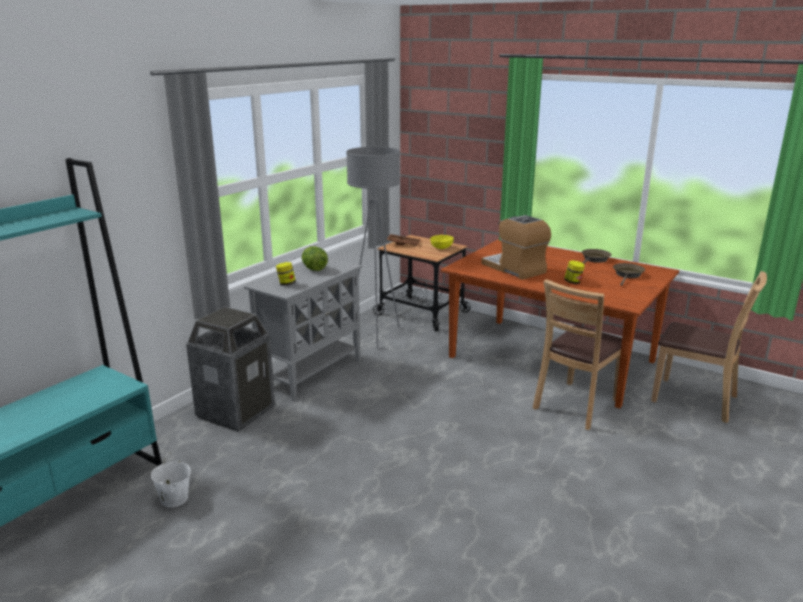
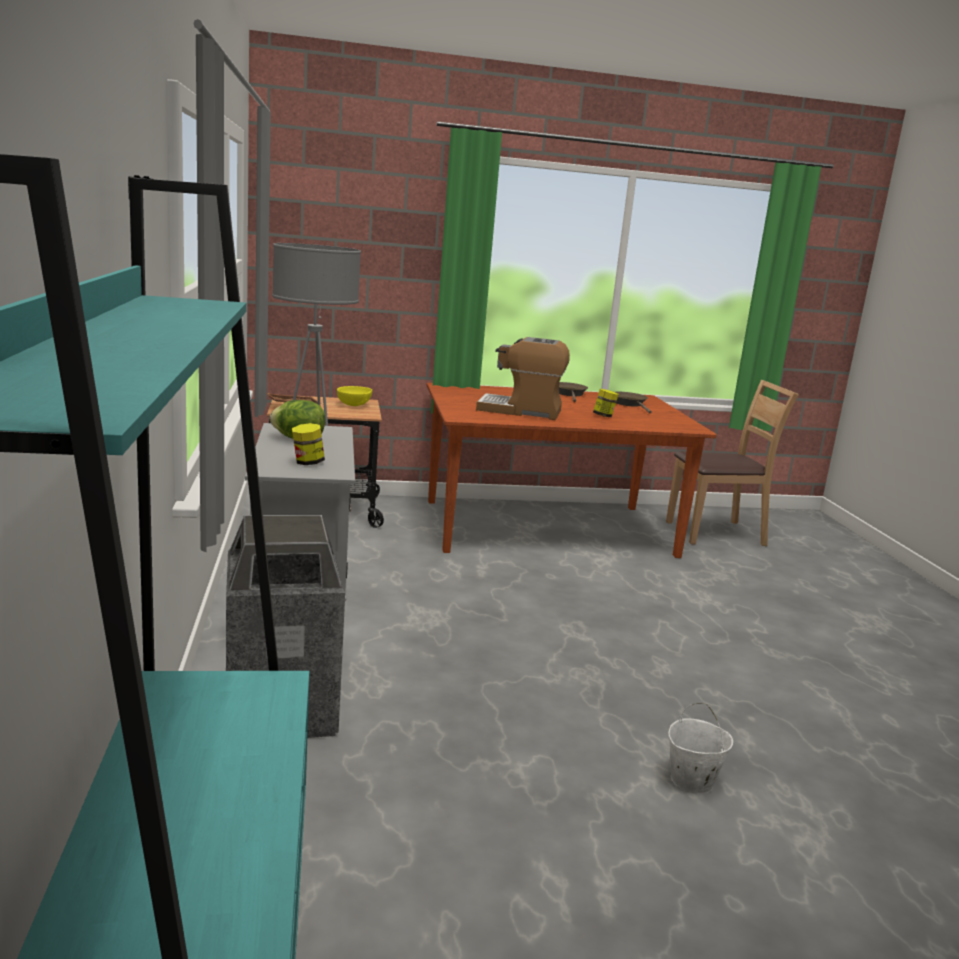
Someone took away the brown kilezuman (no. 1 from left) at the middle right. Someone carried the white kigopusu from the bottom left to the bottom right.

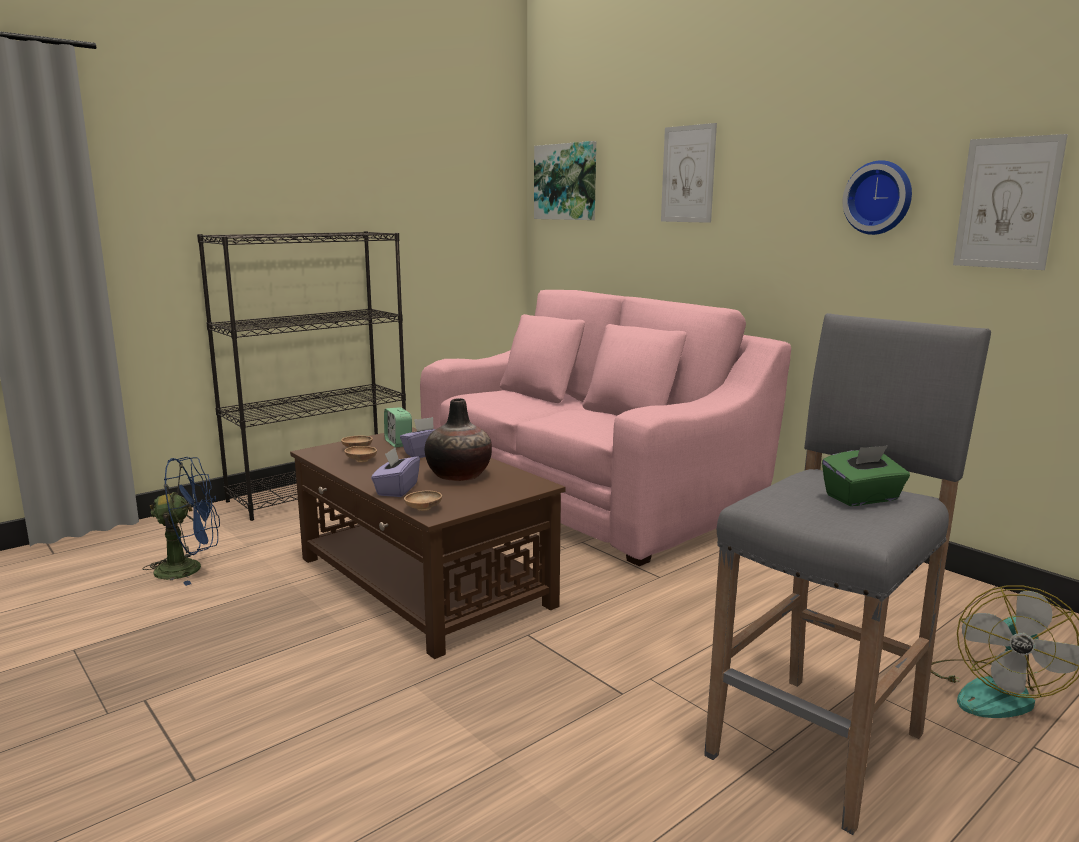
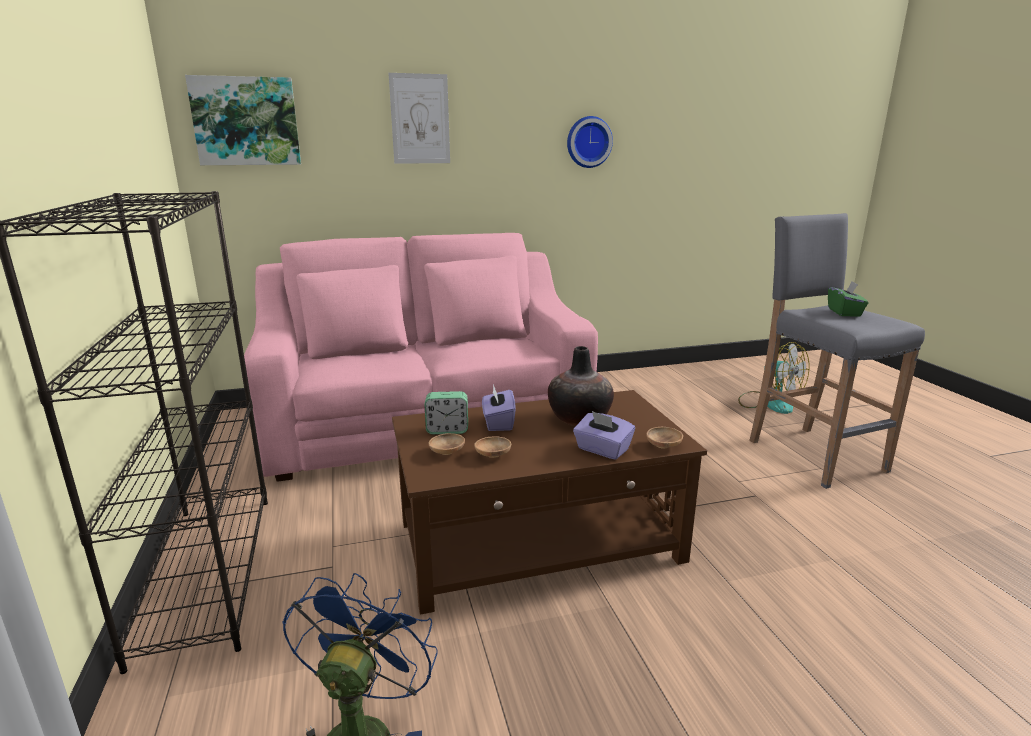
Someone took away the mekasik (no. 3 from left) at the top right.

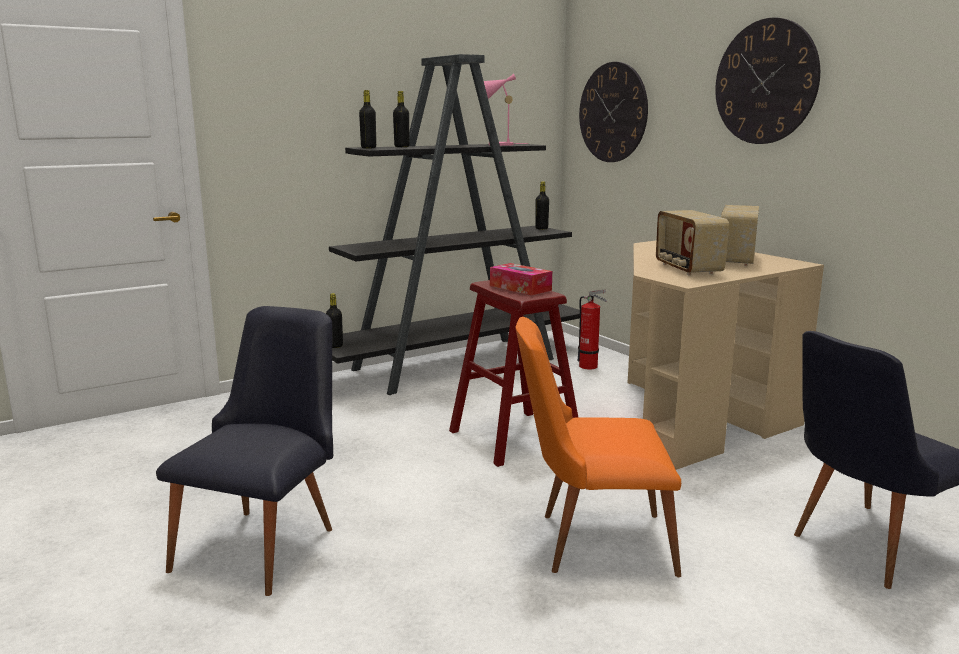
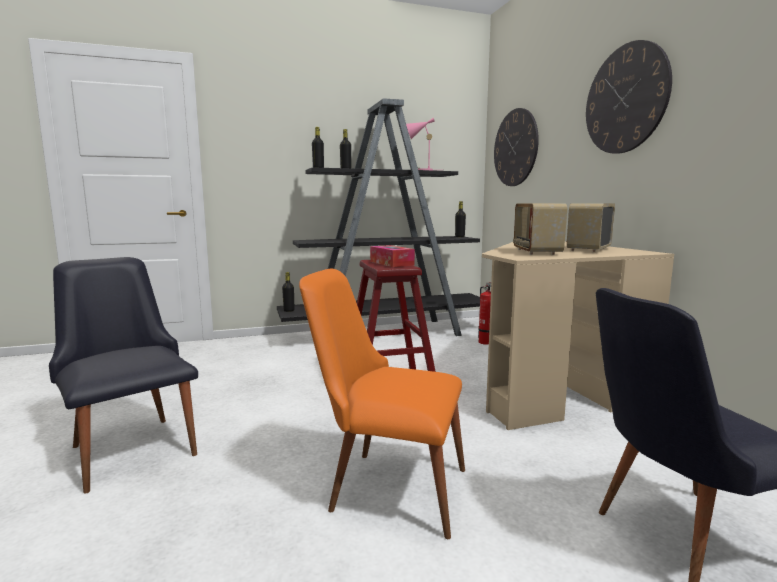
Someone rotated the black kilezuman (no. 1 from left) at the bottom left by 75 degrees counterclockwise.

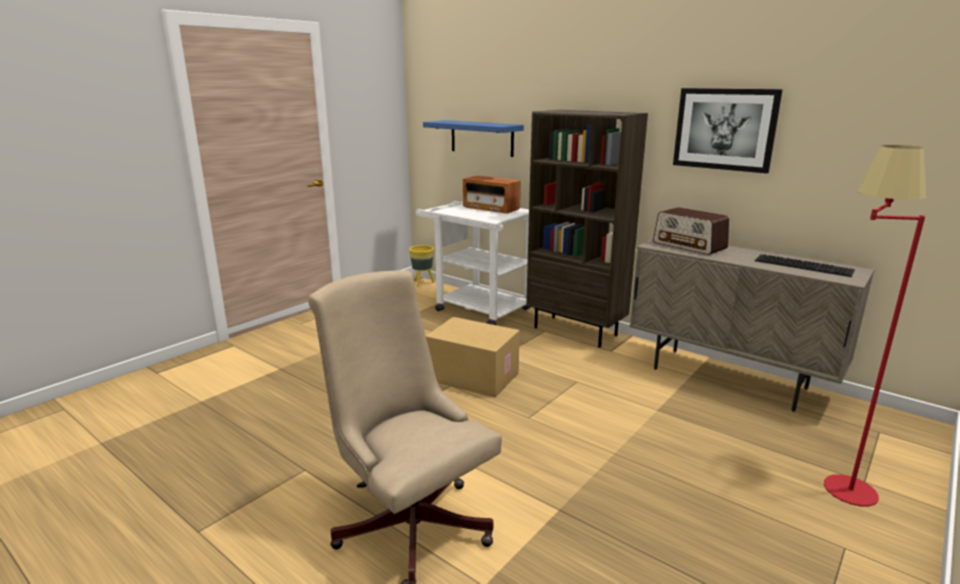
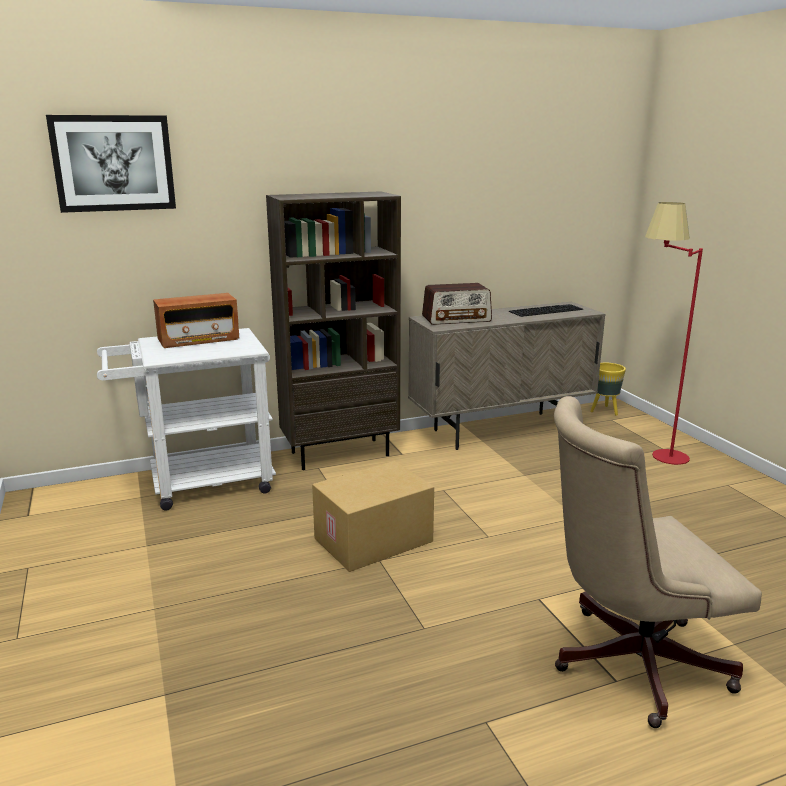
Someone carried the mekasik from the top right to the top left. Someone took away the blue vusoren at the top centre. Someone carried the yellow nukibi from the centre to the middle right.

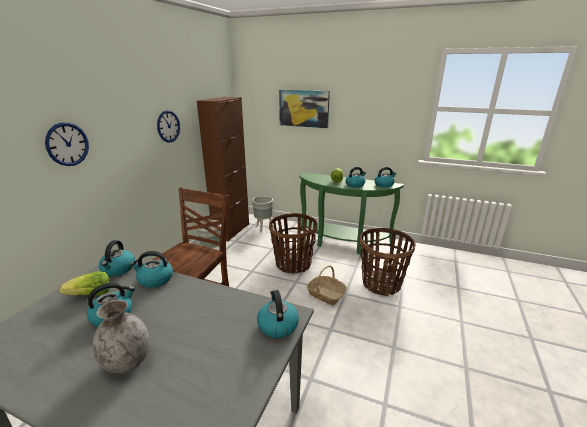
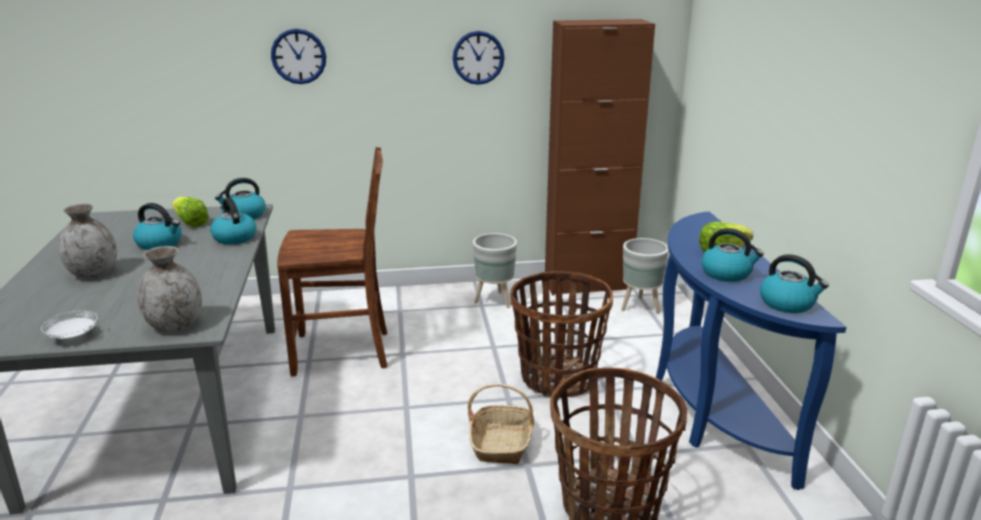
Someone took away the mekasik at the top centre. Someone repainted the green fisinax at the centre, which became the blue fisinax at the bottom right. Someone swapped the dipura (no. 4 from left) at the bottom centre for the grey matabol (no. 2 from left) at the middle left. Someone put down the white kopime at the middle left.

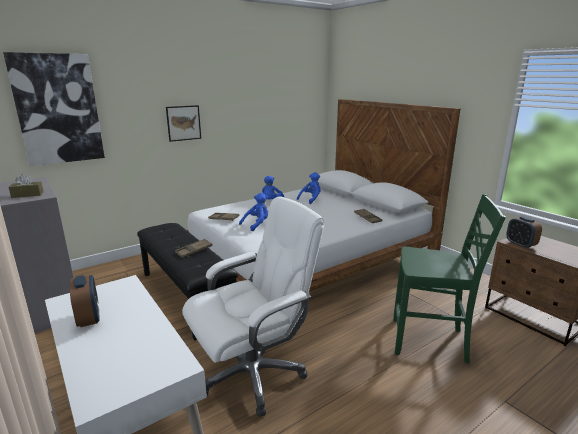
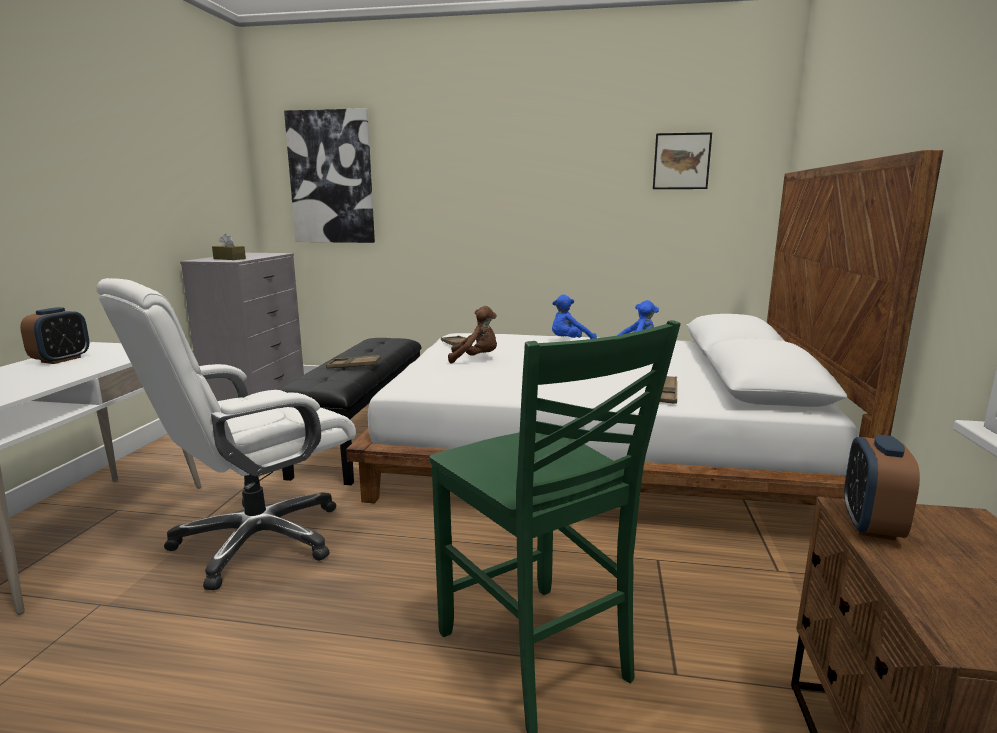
Someone carried the mekasik (no. 2 from left) from the top left to the top right. Someone repainted the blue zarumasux (no. 1 from left) at the centre, which became the brown zarumasux at the centre. Someone rotated the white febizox at the bottom centre by 120 degrees clockwise.

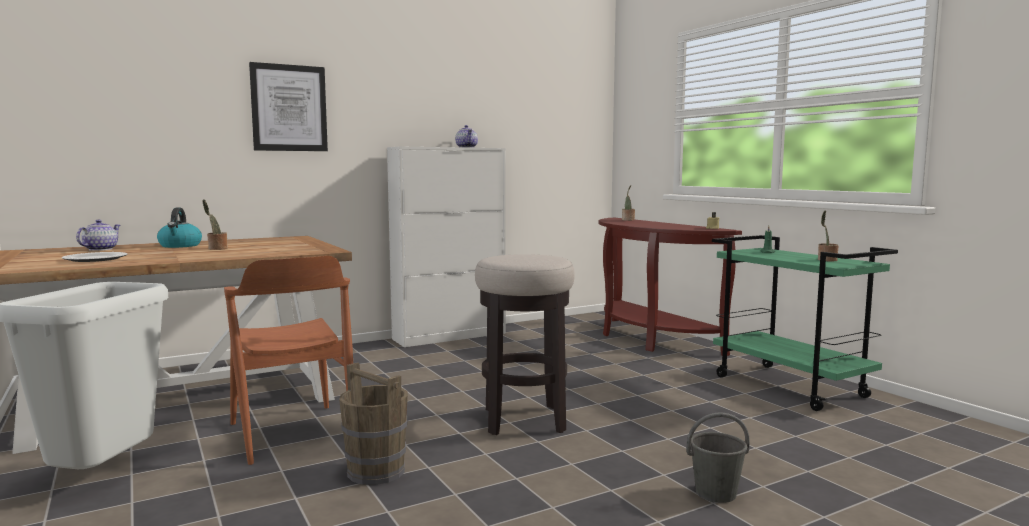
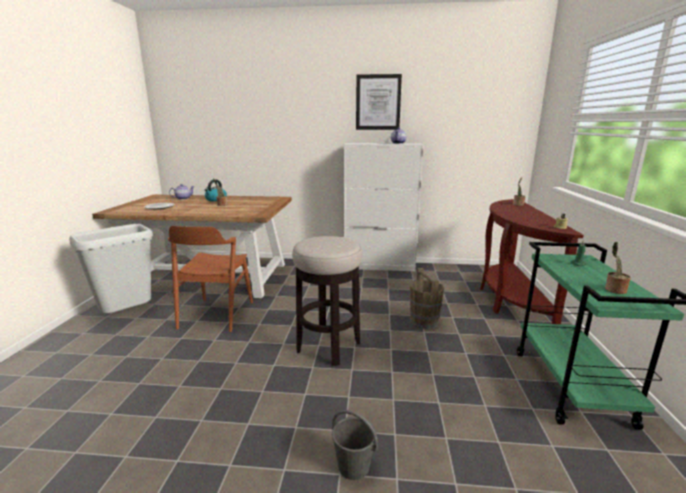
Someone carried the mekasik from the top left to the top centre. Someone carried the brown kigopusu from the bottom centre to the centre.

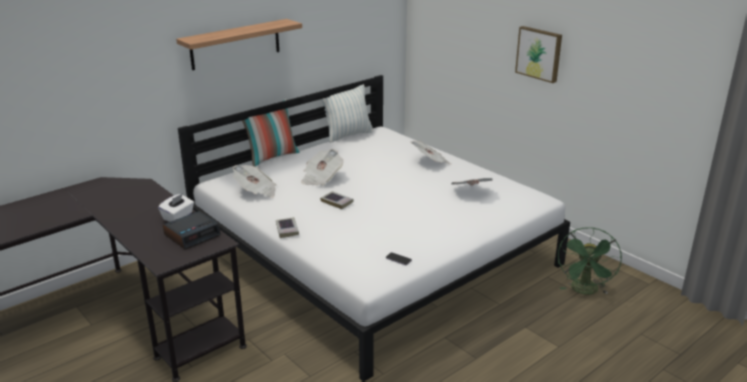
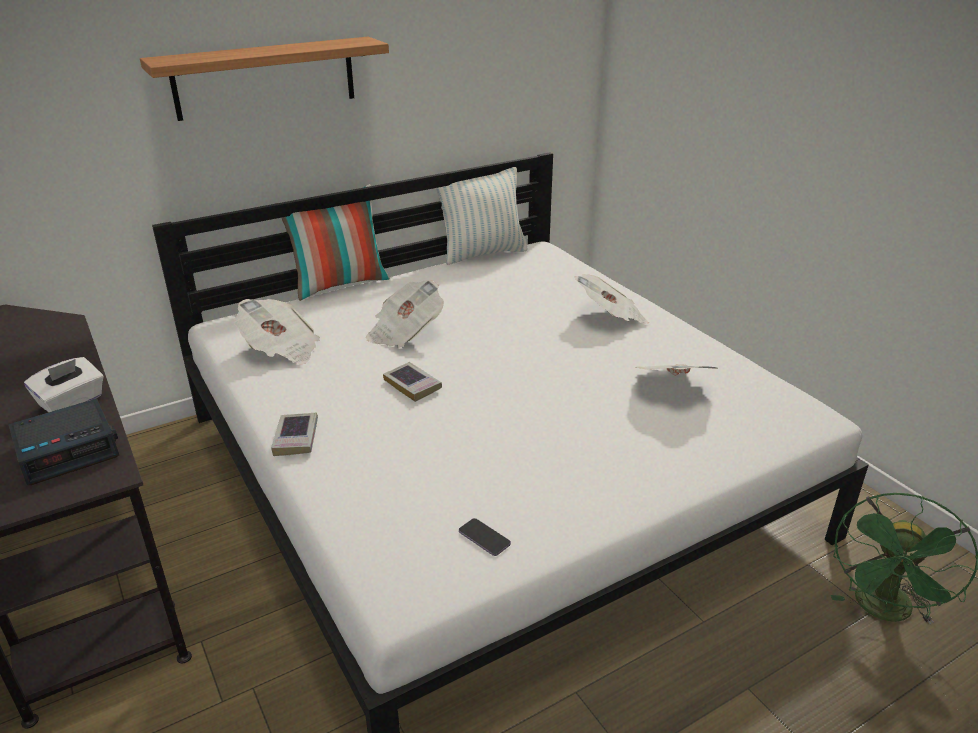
Someone took away the mekasik at the top right.

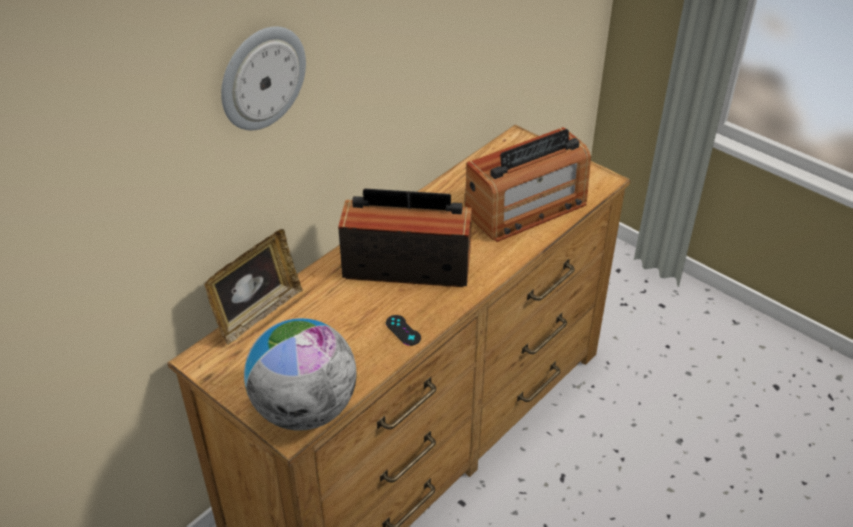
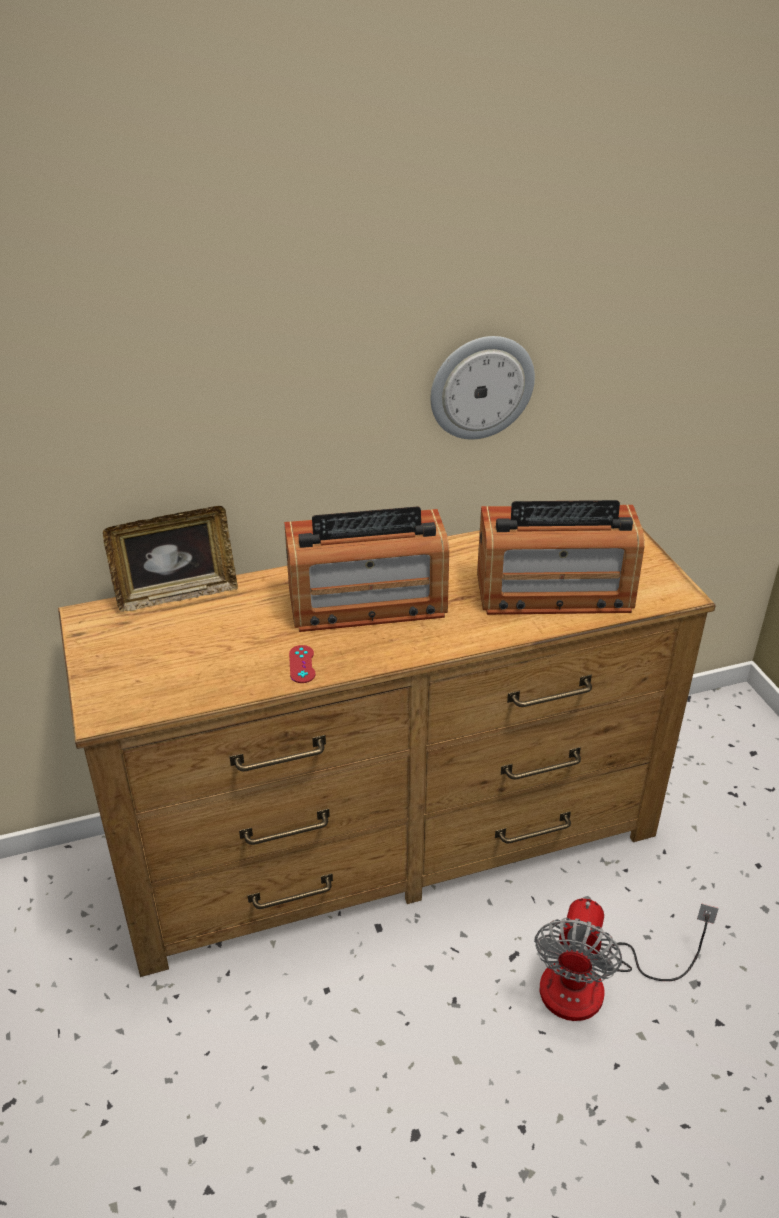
Someone carried the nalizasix from the top left to the top centre. Someone rotated the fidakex (no. 1 from left) at the centre by 135 degrees clockwise. Someone repainted the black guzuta at the centre, which became the red guzuta at the centre. Someone took away the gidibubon at the bottom centre. Someone put down the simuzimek at the bottom right.

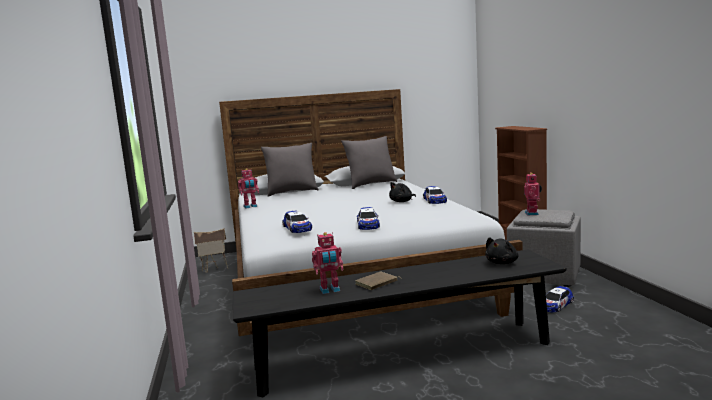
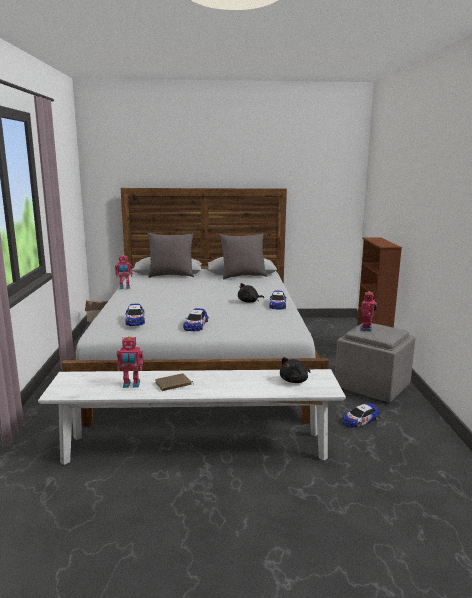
Someone repainted the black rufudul at the bottom centre, which became the white rufudul at the bottom centre.

